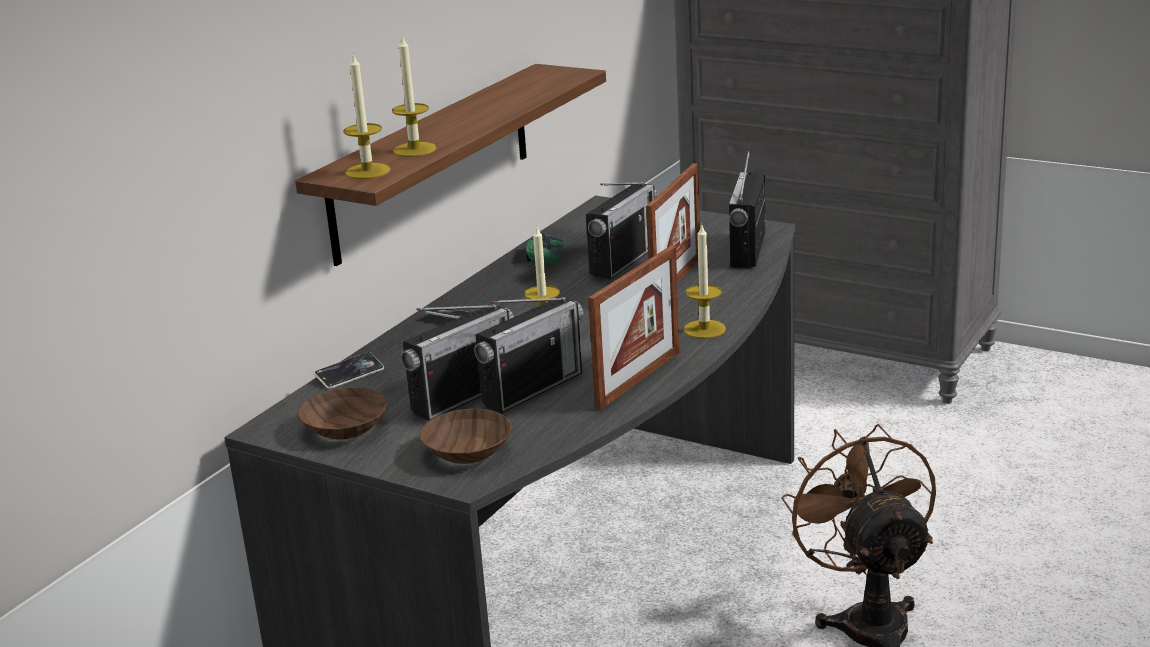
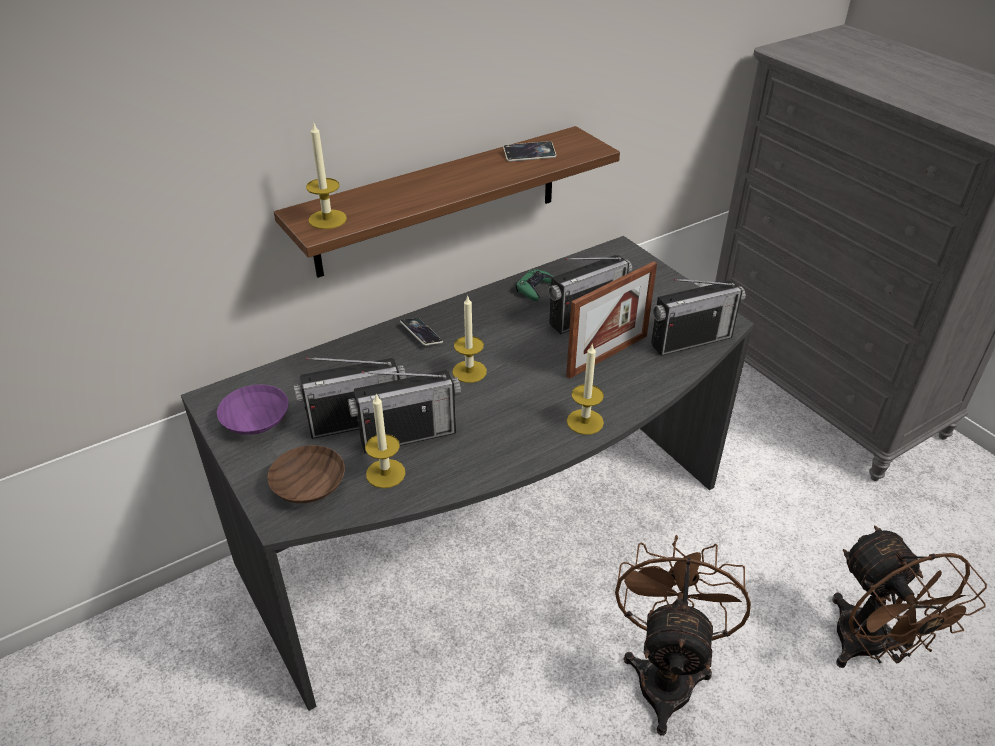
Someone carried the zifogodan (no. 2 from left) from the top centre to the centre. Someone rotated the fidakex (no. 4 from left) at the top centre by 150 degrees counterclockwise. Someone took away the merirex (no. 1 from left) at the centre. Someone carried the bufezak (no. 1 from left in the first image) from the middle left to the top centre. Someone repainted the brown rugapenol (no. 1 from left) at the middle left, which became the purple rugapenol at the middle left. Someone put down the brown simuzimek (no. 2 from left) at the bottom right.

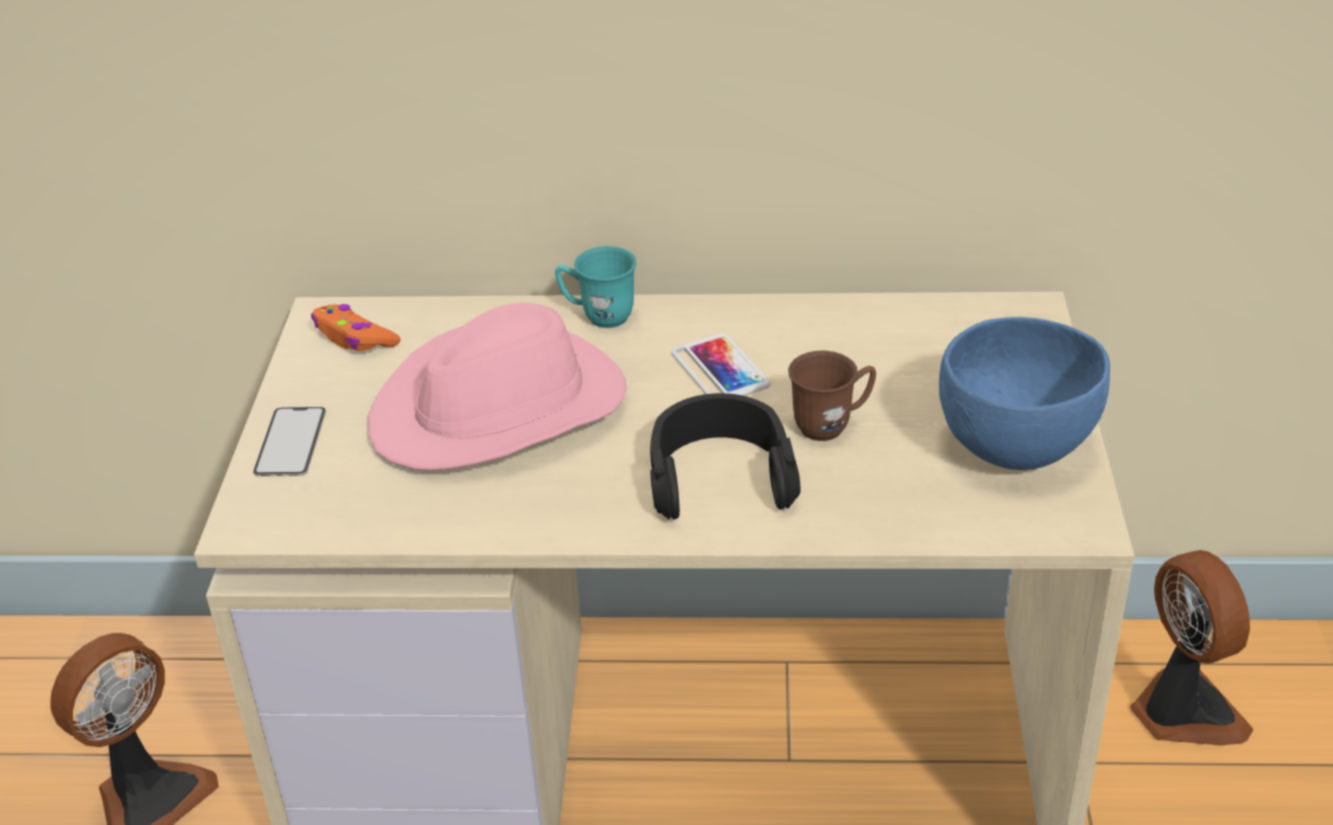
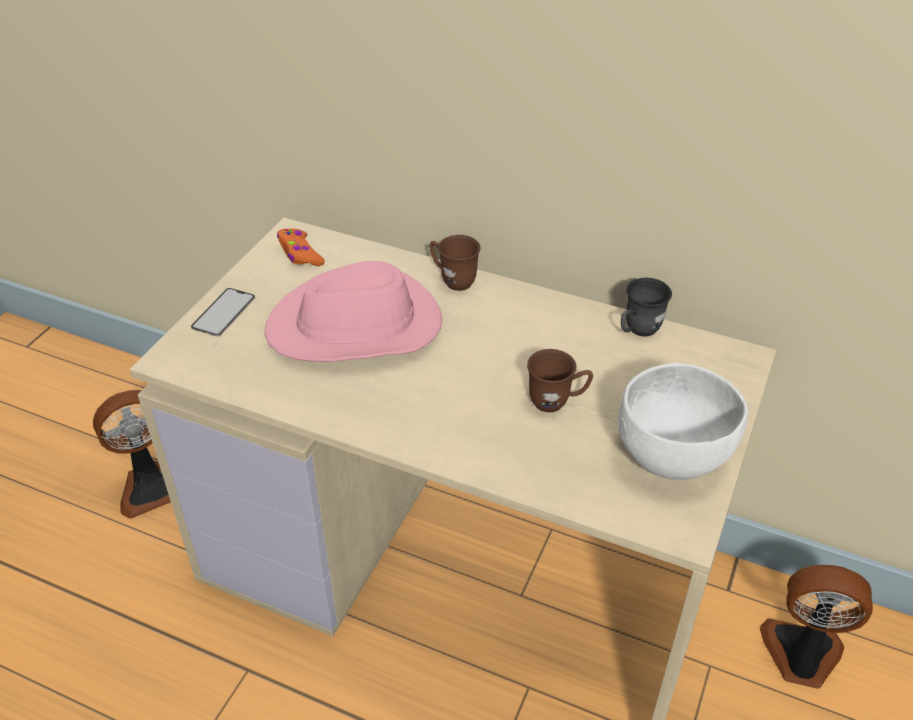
Someone repainted the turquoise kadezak at the centre, which became the brown kadezak (no. 1 from left) at the centre. Someone repainted the blue rugapenol at the middle right, which became the white rugapenol at the middle right. Someone took away the bufezak (no. 2 from left) at the centre. Someone took away the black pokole at the centre. Someone rotated the simuzimek (no. 2 from left) at the bottom right by 75 degrees counterclockwise. Someone put down the grey kadezak at the middle right.

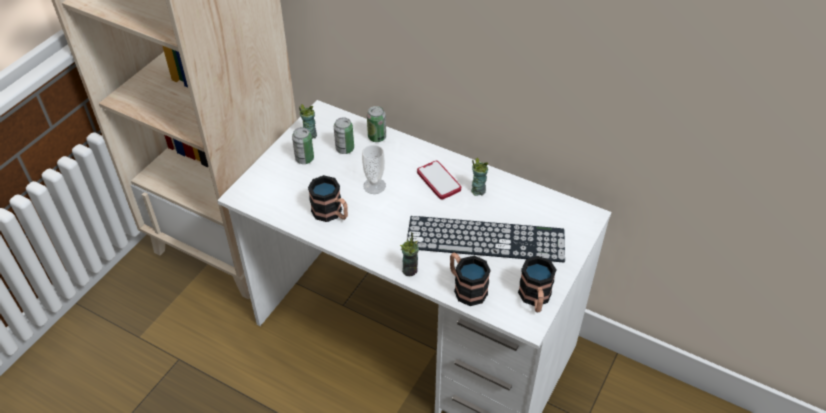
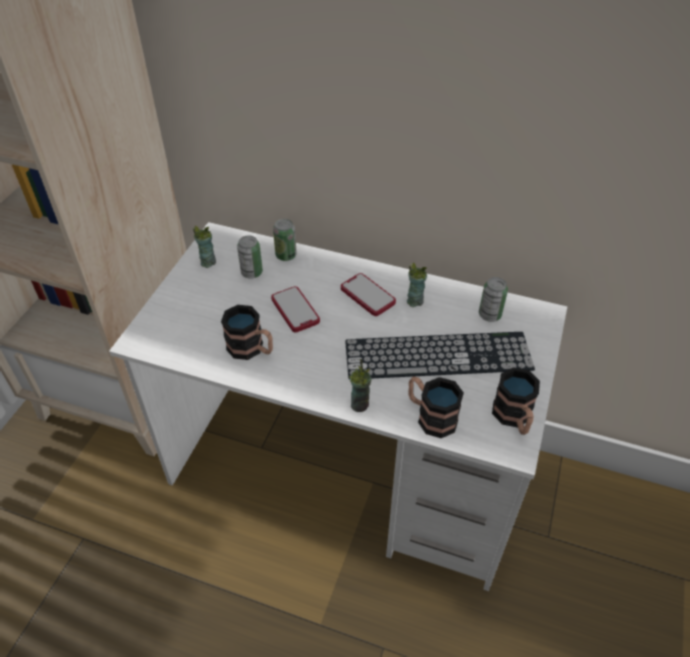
Someone carried the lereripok (no. 1 from left in the first image) from the centre to the middle right. Someone swapped the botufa (no. 2 from left) at the centre for the bufezak (no. 1 from left) at the centre.

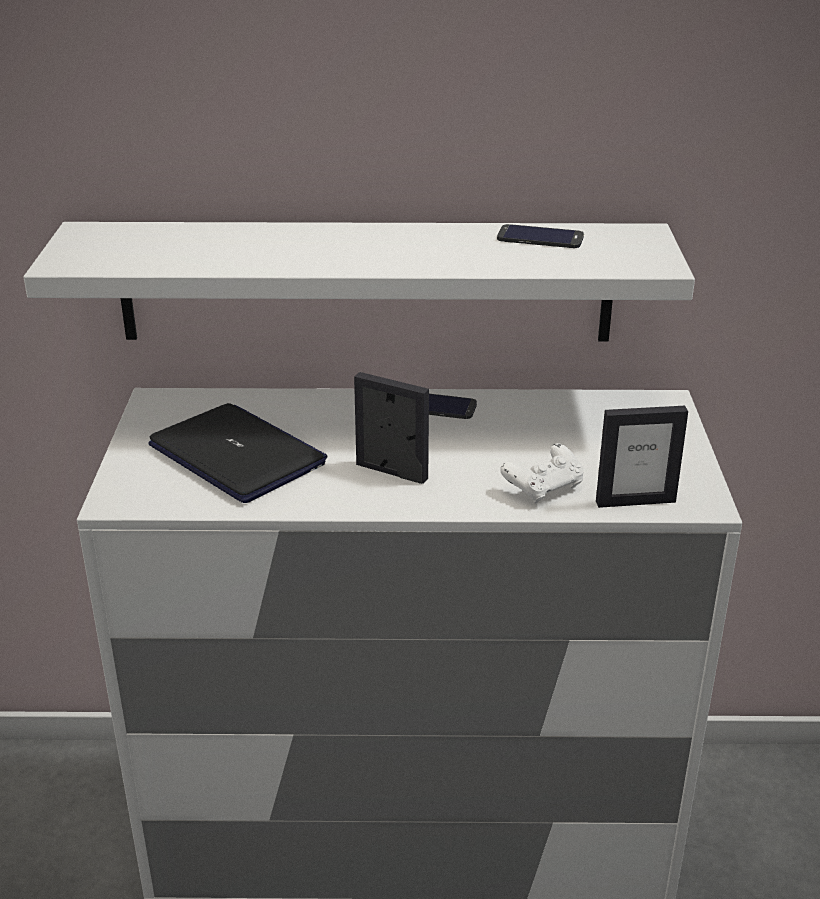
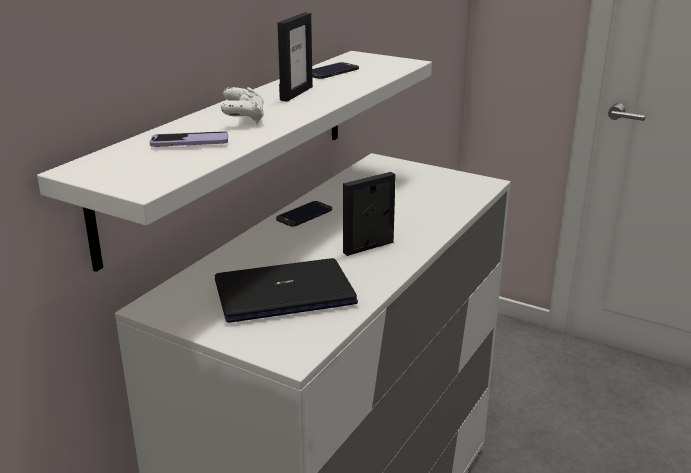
Someone carried the merirex (no. 2 from left in the first image) from the middle right to the top centre. Someone carried the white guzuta from the centre to the top centre. Someone put down the bufezak (no. 1 from left) at the top left.

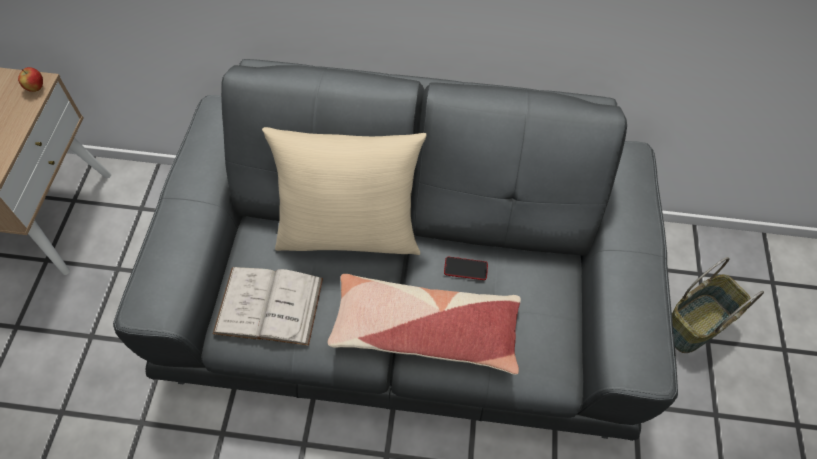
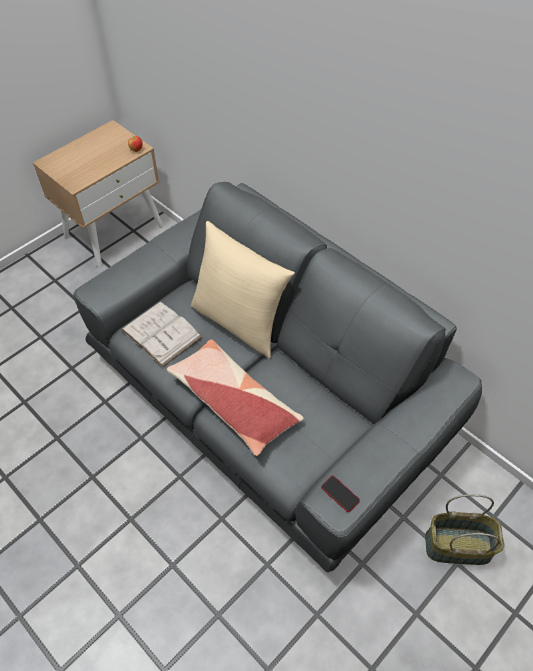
Someone carried the bufezak from the centre to the bottom centre.

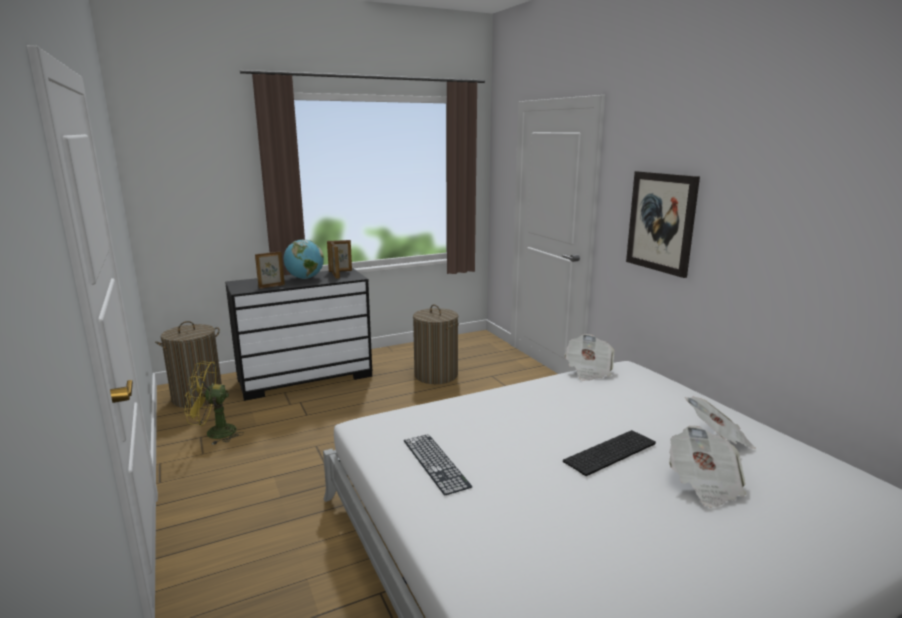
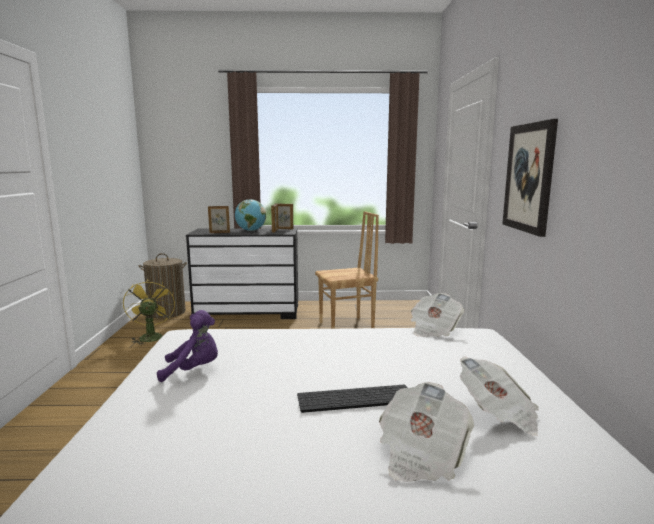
Someone swapped the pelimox (no. 2 from left) at the centre for the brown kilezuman at the centre. Someone rotated the yellow simuzimek at the middle left by 60 degrees clockwise. Someone swapped the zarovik (no. 1 from left) at the bottom centre for the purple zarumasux at the middle left.

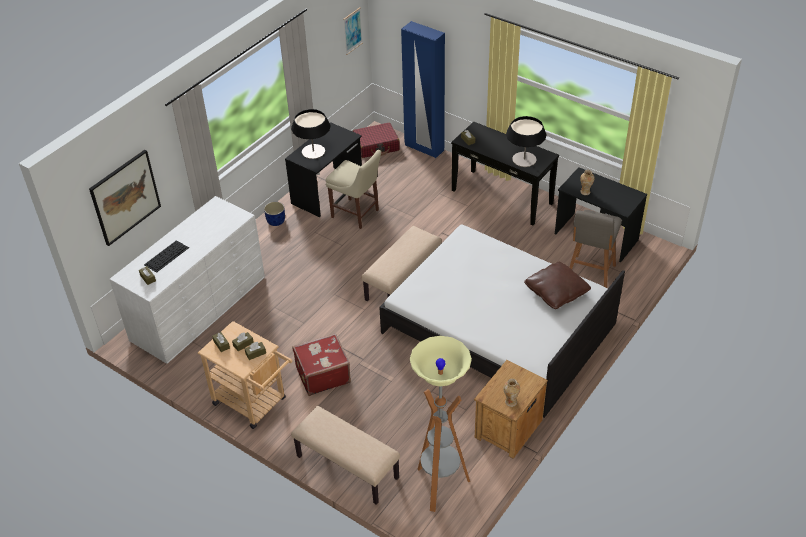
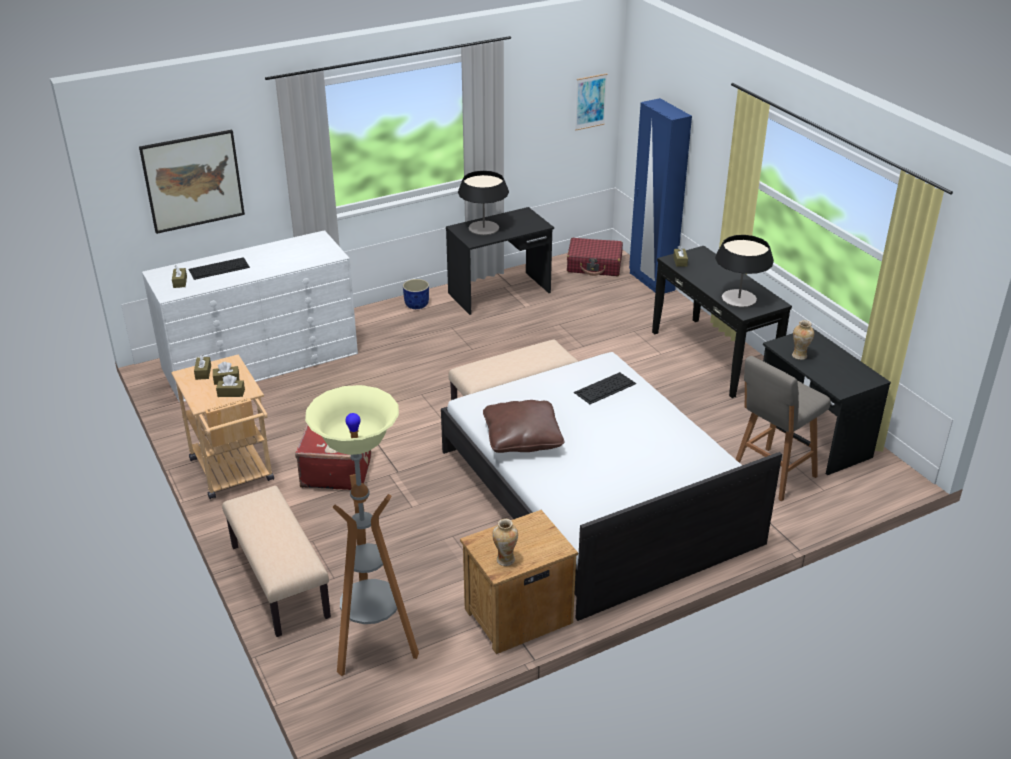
Someone took away the beige kilezuman at the centre. Someone carried the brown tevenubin from the middle right to the centre. Someone put down the zarovik (no. 2 from left) at the centre.

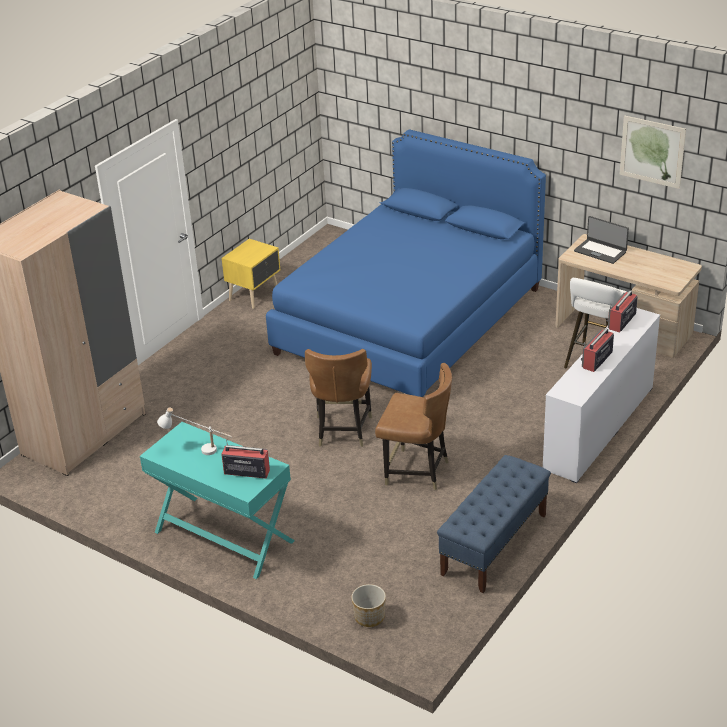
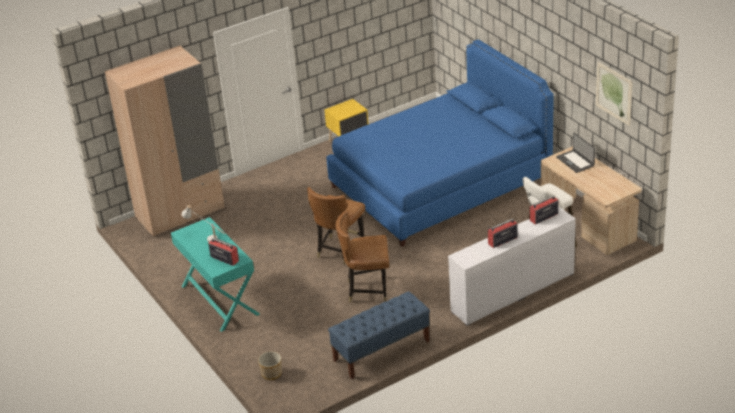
Someone rotated the brown kilezuman (no. 2 from left) at the centre by 135 degrees clockwise.

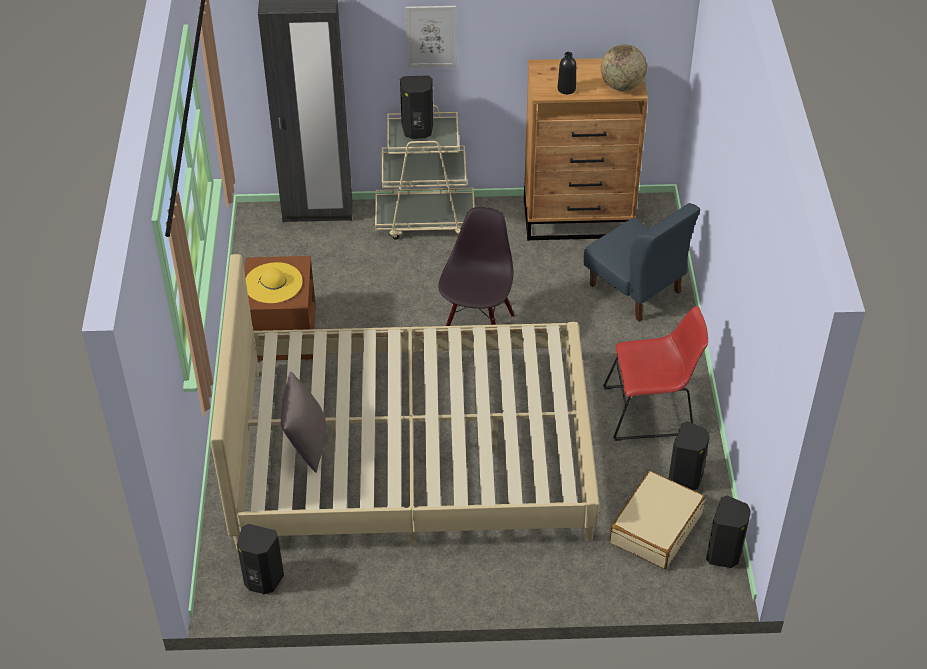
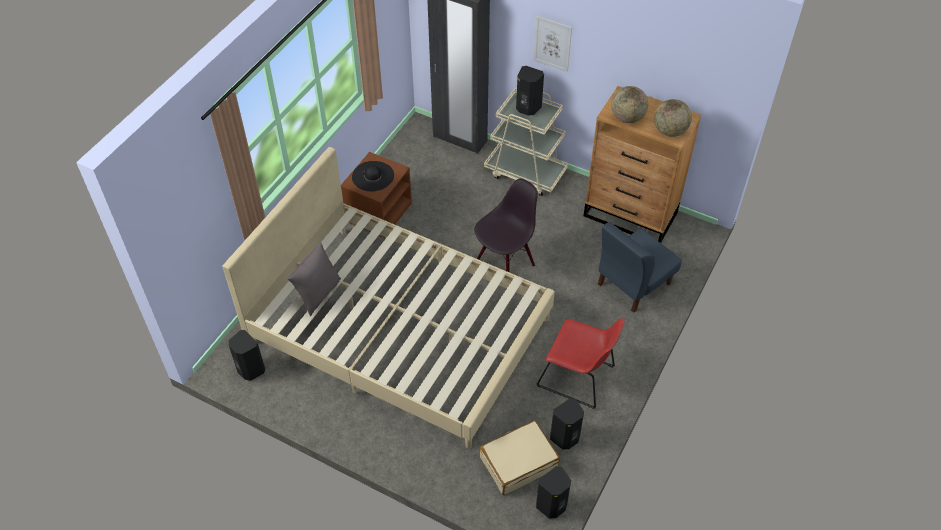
Someone swapped the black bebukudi at the top centre for the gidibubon (no. 1 from left) at the top right. Someone rotated the blue kilezuman at the middle right by 60 degrees clockwise. Someone repainted the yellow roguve at the middle left, which became the black roguve at the top centre.

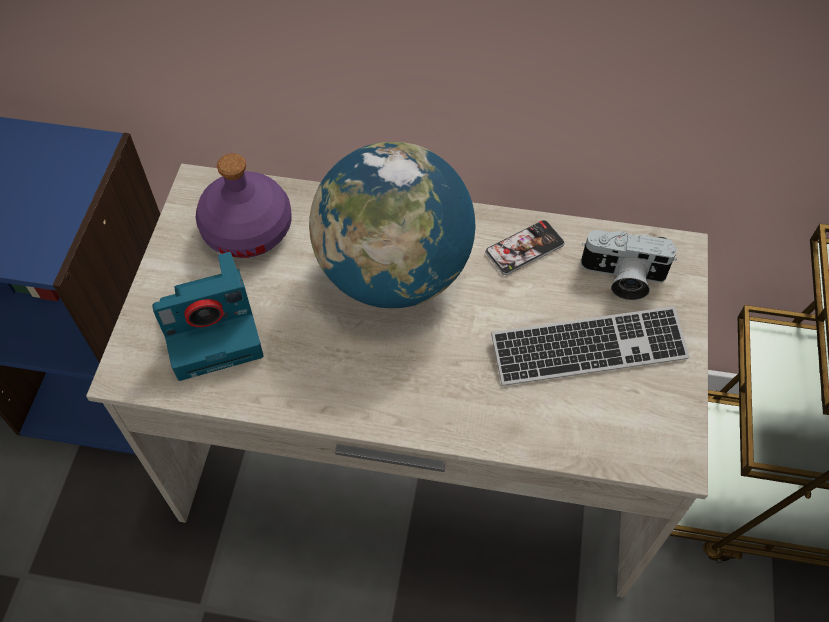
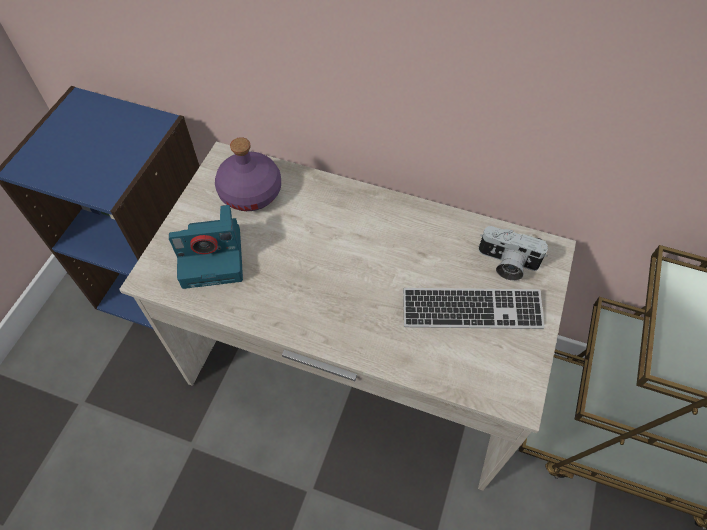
Someone took away the gidibubon at the centre. Someone took away the bufezak at the centre.

